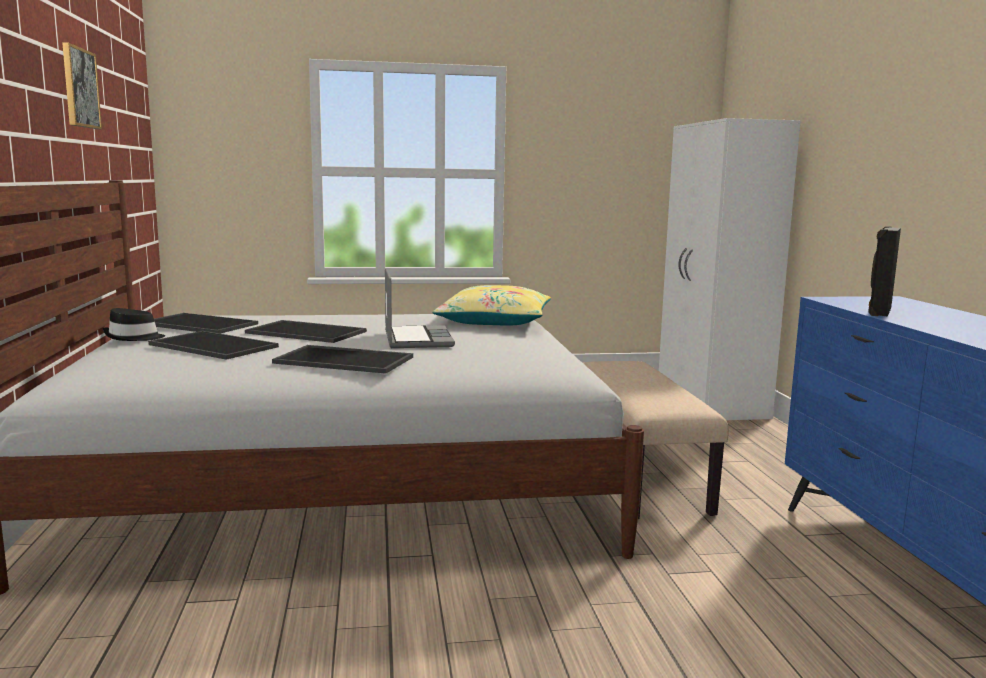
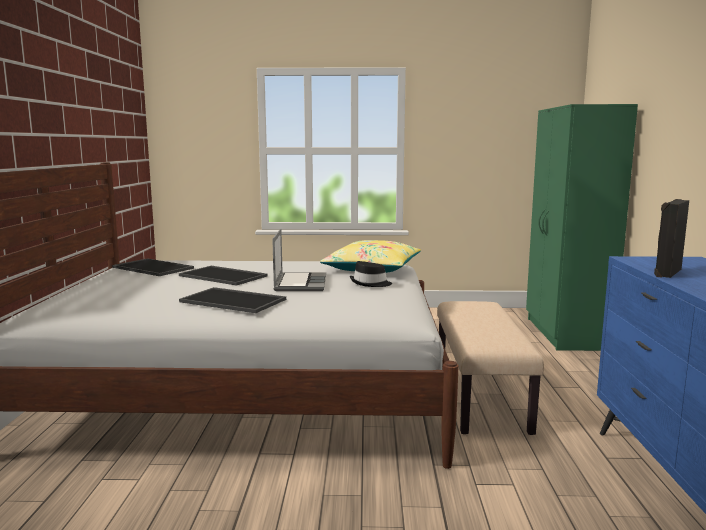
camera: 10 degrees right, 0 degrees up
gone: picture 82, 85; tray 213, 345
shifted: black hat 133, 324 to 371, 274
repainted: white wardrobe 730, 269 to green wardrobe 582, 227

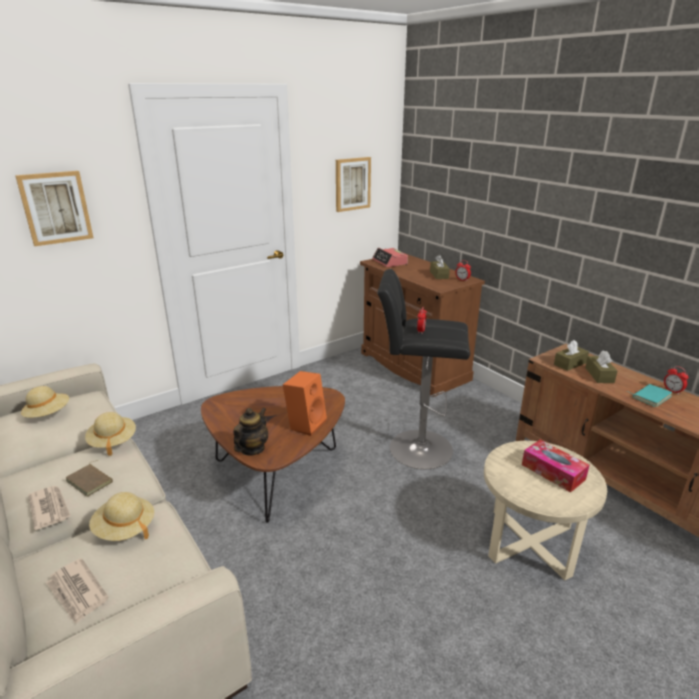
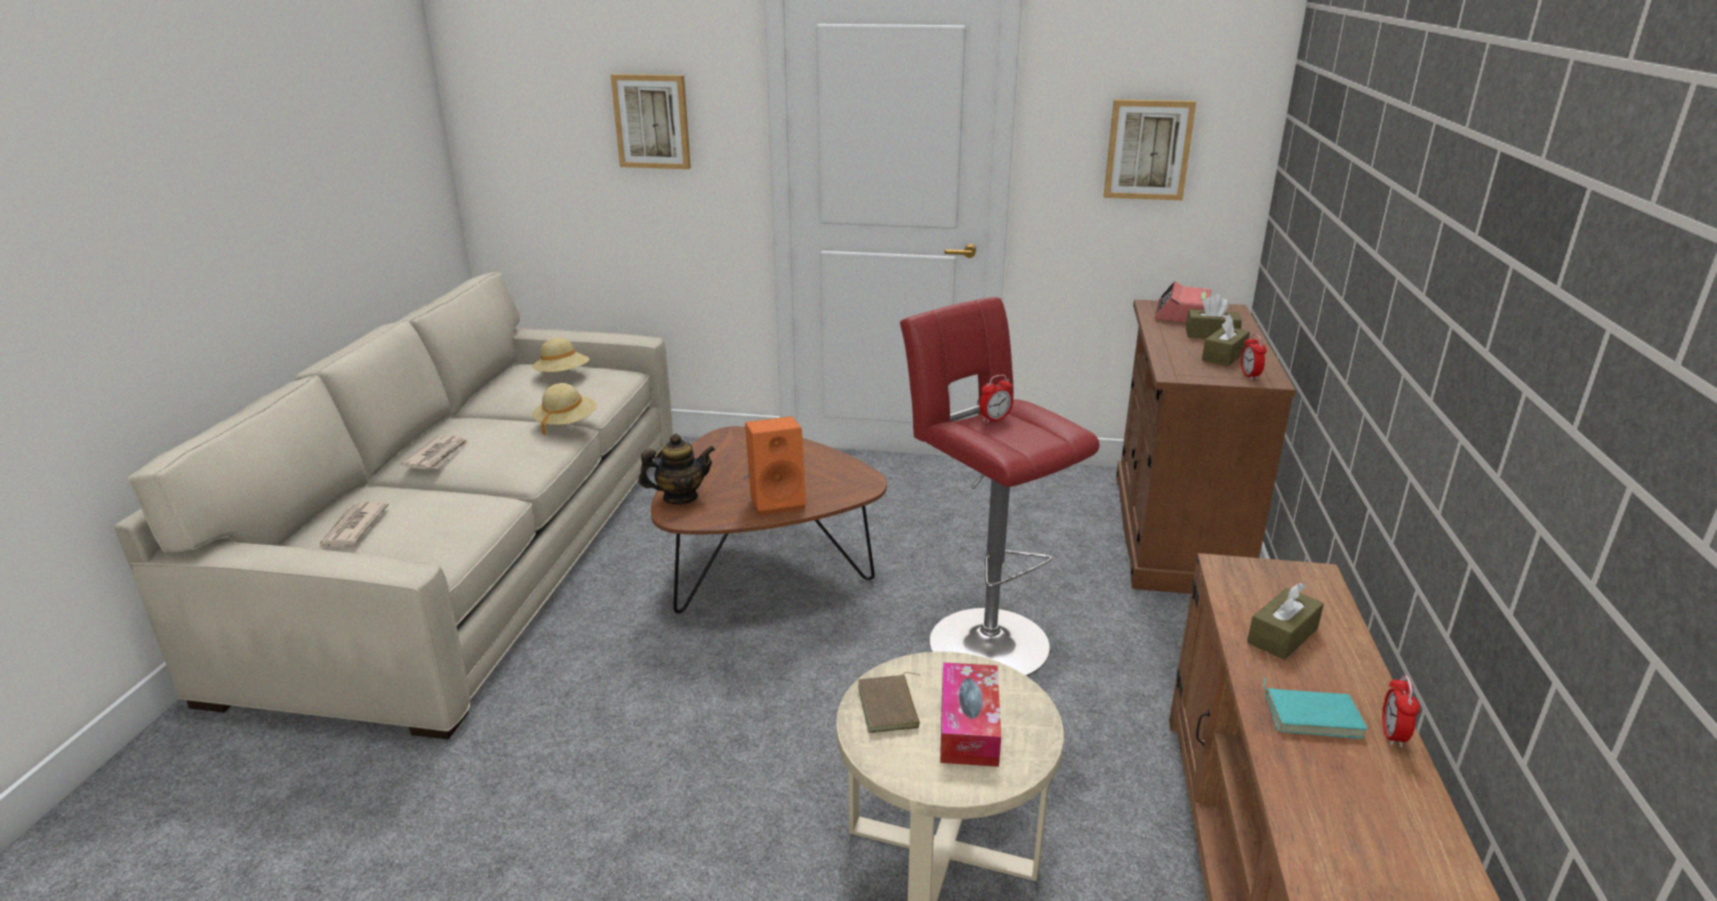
camera: 45 degrees right, 0 degrees up
gone: beige hat 121, 516
shifted: brown tissue box 571, 355 to 1214, 316; brown book 89, 478 to 889, 702
repainted: black stool 423, 369 to red stool 999, 486

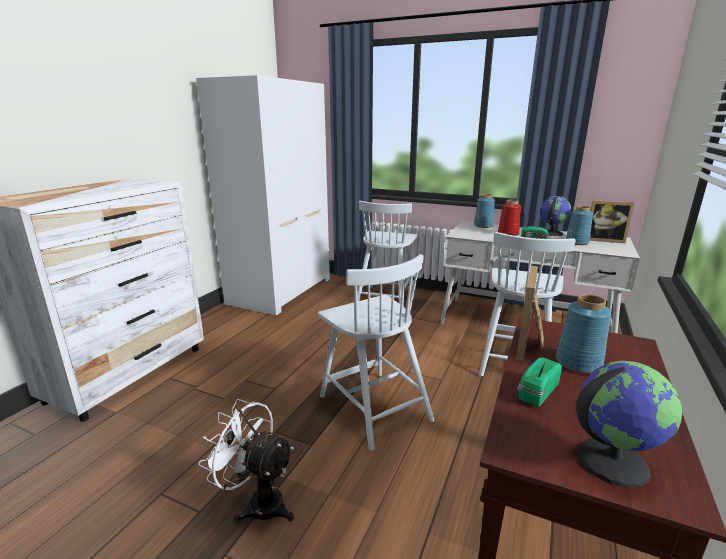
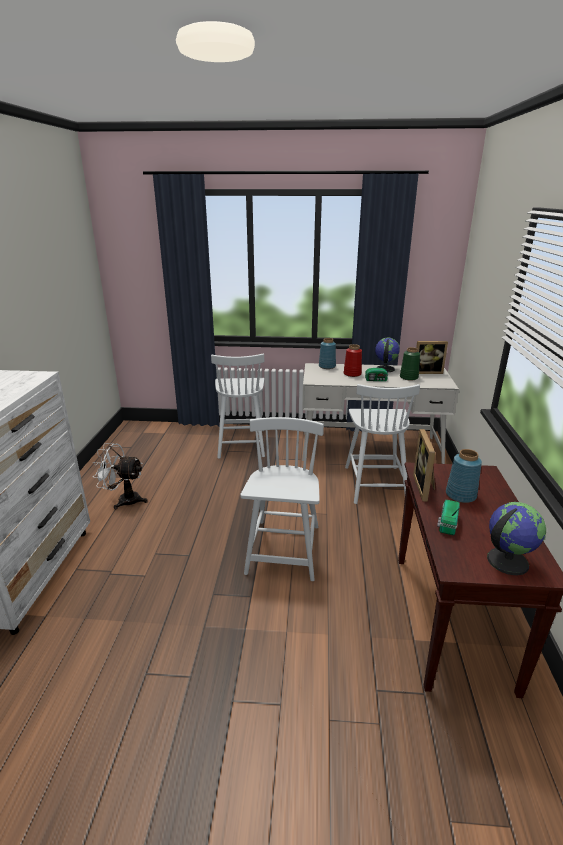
camera: 20 degrees left, 5 degrees up
gone: white wardrobe 263, 195
shifted: white fan 246, 461 to 120, 476
repainted: blue vase 579, 225 to green vase 410, 363
rotated: white chair 376, 352 = 282, 499 120 degrees counterclockwise

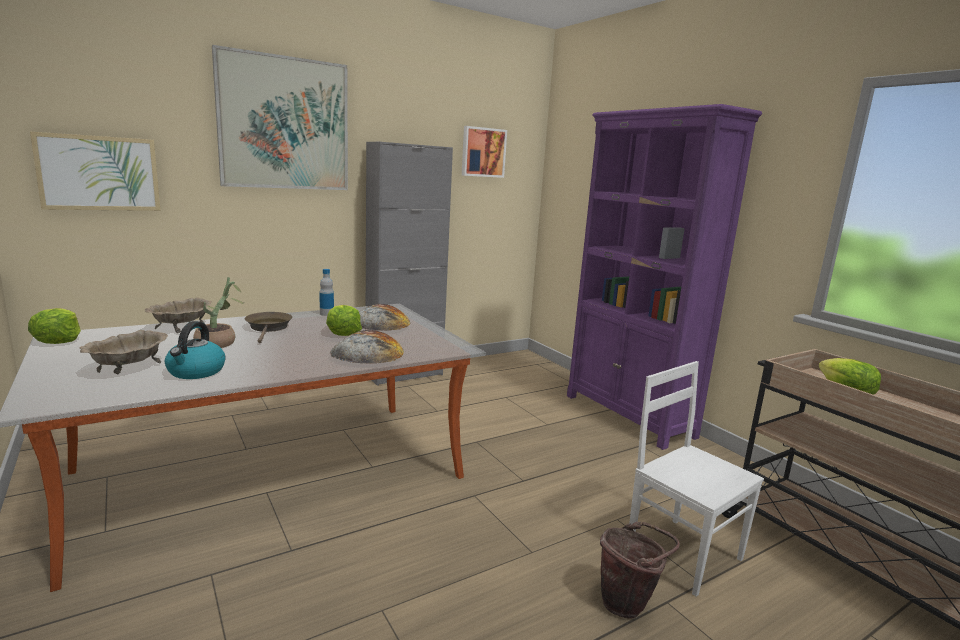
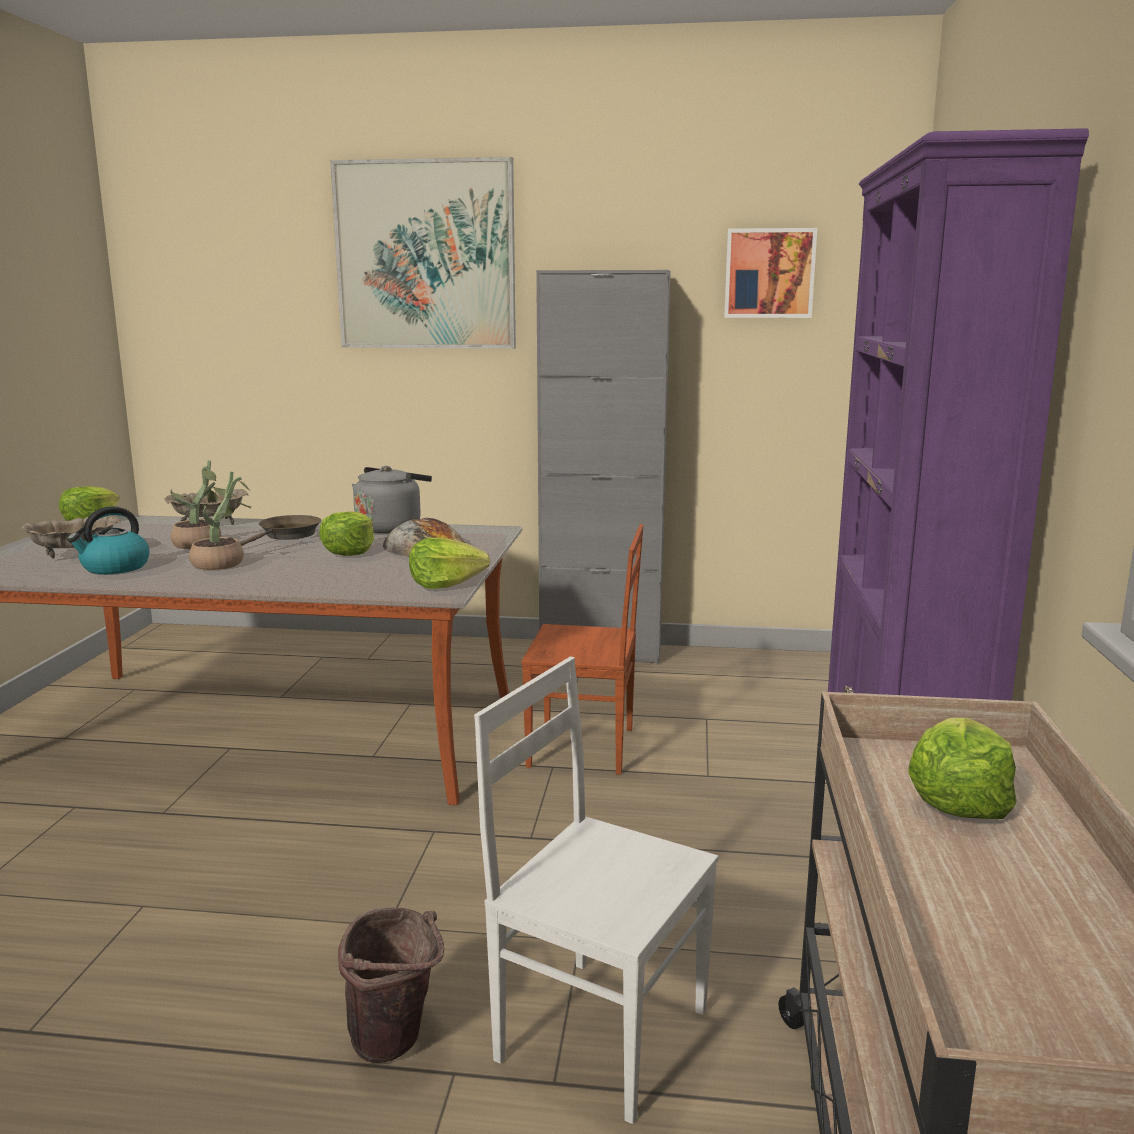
camera: 40 degrees right, 0 degrees up
gone: picture 95, 171; bread 367, 347
new: potted plant 220, 521; brown chair 582, 649; lettuce 449, 563
swapped: bottle 326, 292 to grey kettle 392, 500
rotated: white chair 696, 479 = 596, 890 60 degrees counterclockwise

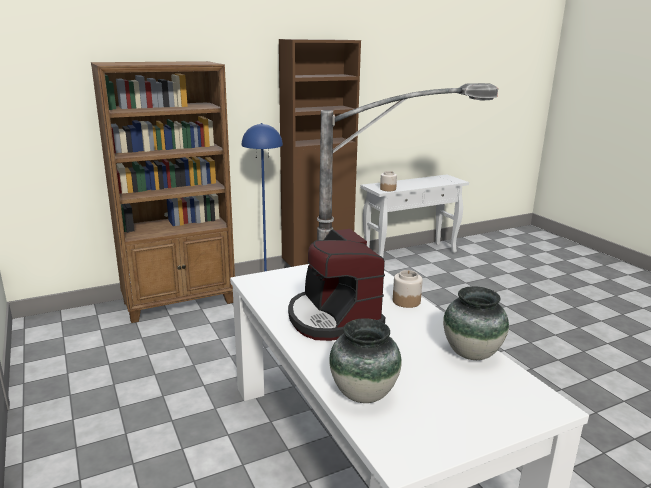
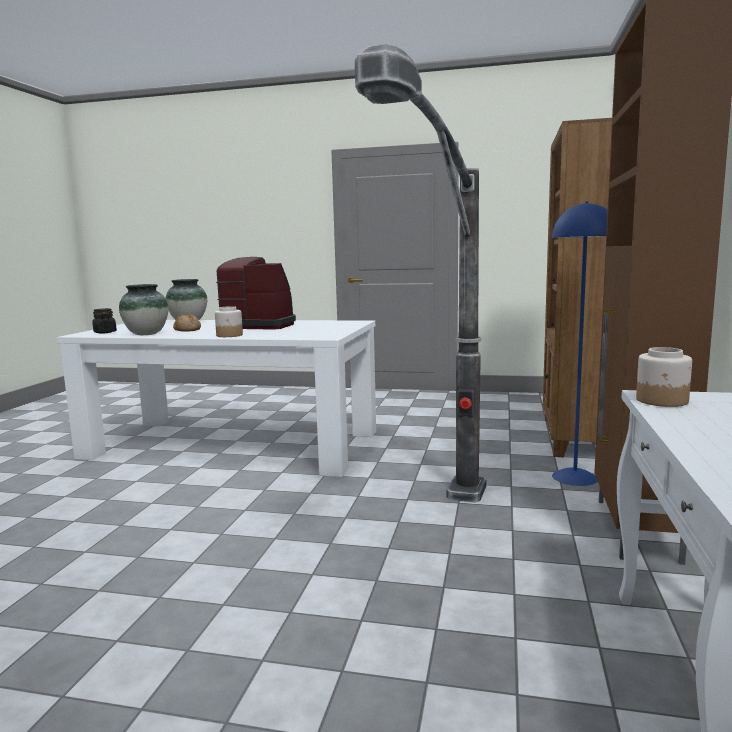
camera: 130 degrees right, 10 degrees down
new: black jar 104, 321; bread 187, 323

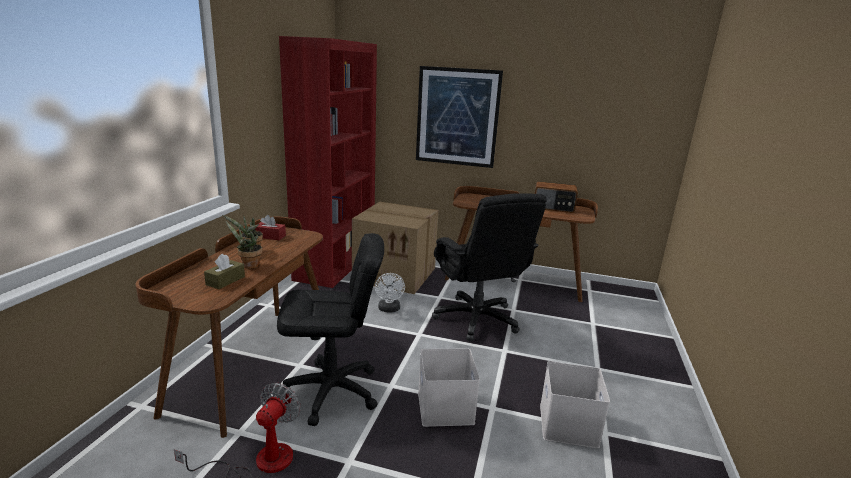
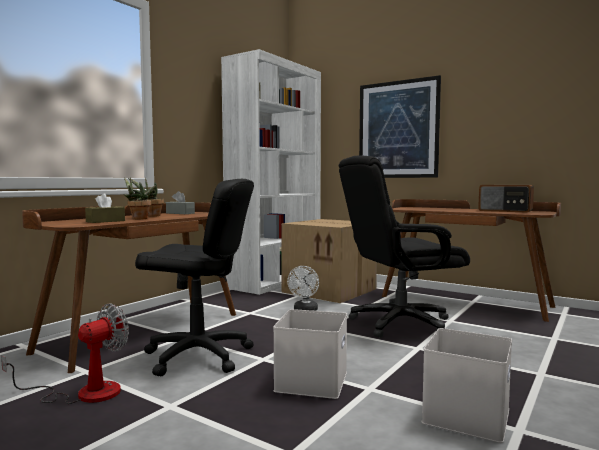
camera: 20 degrees right, 15 degrees down
repainted: red bookcase 328, 162 to white bookcase 271, 172; red tissue box 270, 227 to grey tissue box 180, 202
rotated: black office chair 489, 267 = 404, 247 75 degrees clockwise

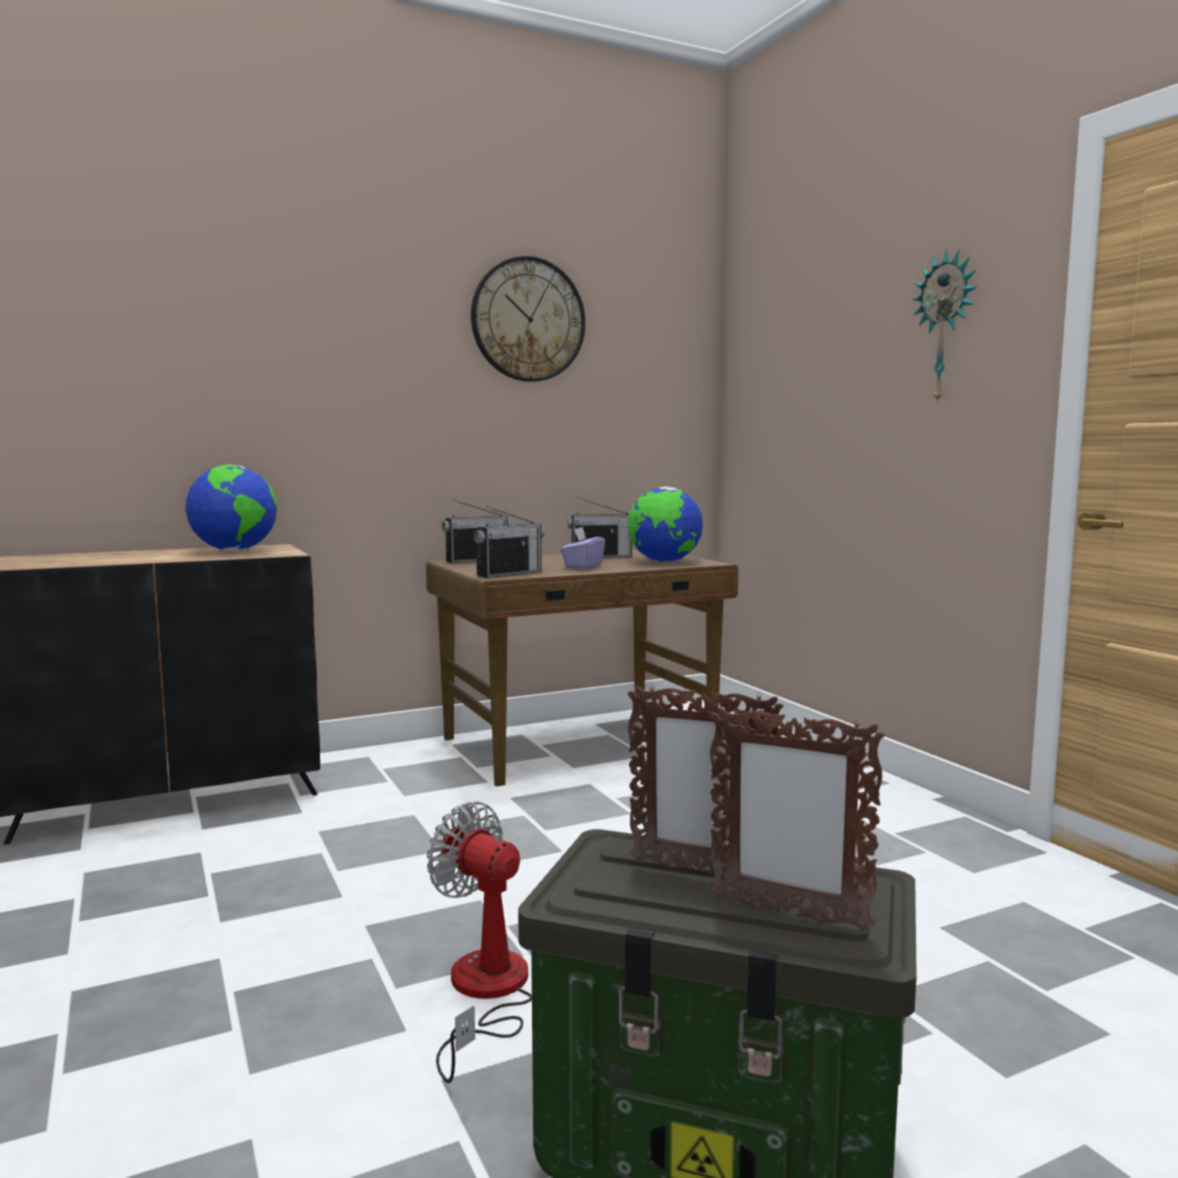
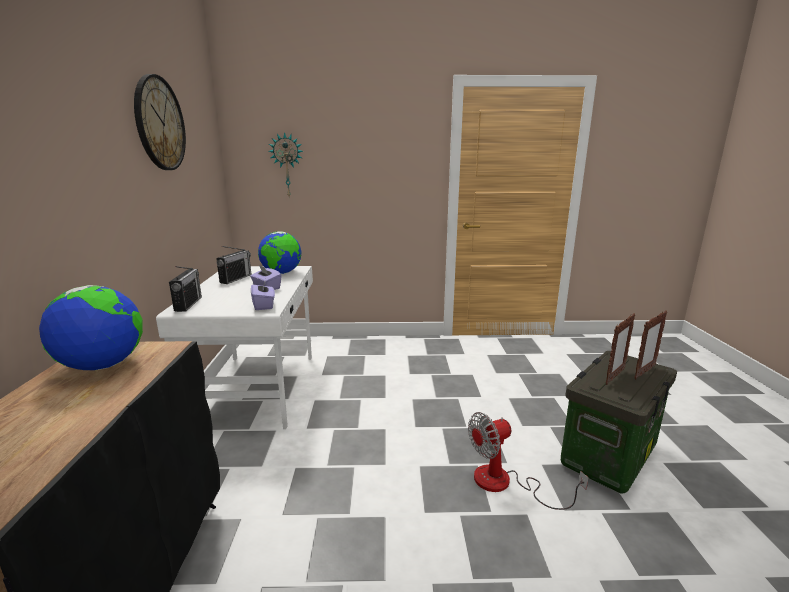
camera: 65 degrees left, 10 degrees up
shifted: wall clock 944, 327 to 286, 164
swapped: radio 509, 542 to purple tissue box 263, 296
repainted: brown desk 582, 668 to white desk 234, 347

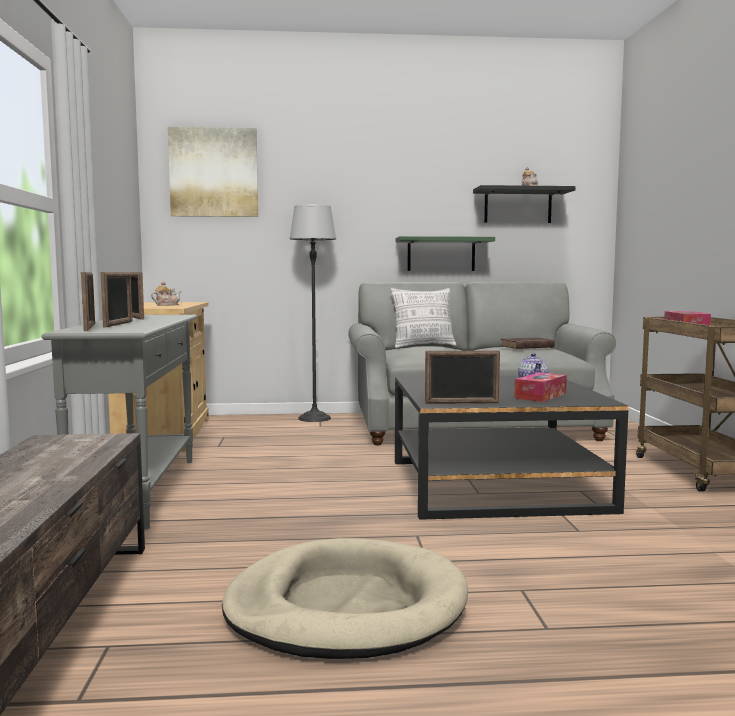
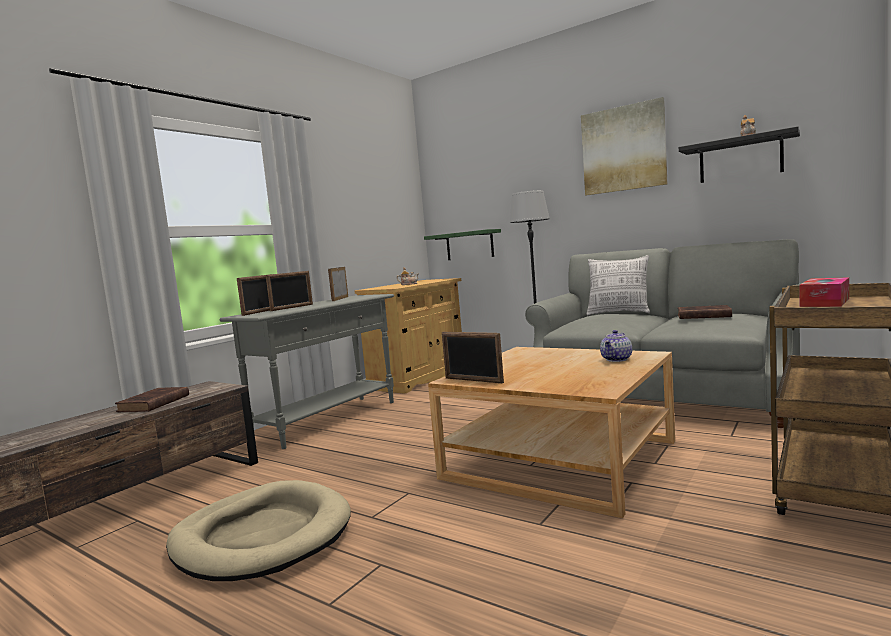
camera: 40 degrees right, 0 degrees up
gone: tissue box 540, 387
new: brown book 152, 399
shifted: picture 213, 172 to 624, 146; green shelf 445, 253 to 462, 244
repainted: black coffee table 511, 447 to beige coffee table 551, 432

